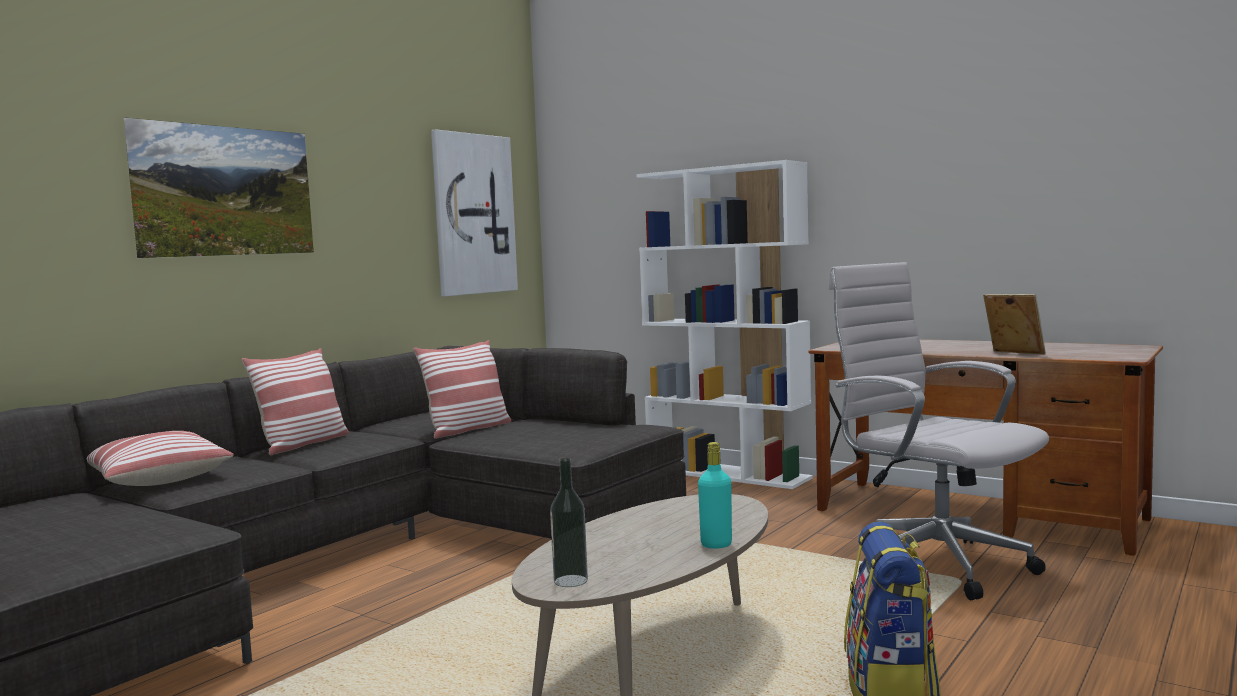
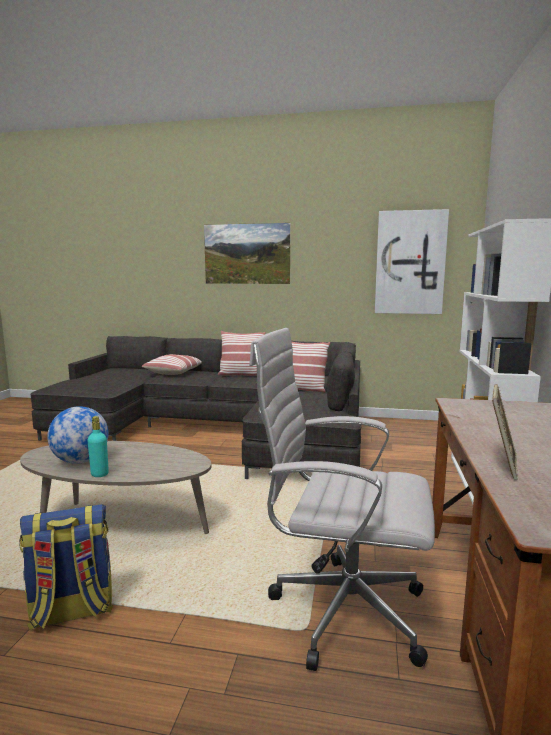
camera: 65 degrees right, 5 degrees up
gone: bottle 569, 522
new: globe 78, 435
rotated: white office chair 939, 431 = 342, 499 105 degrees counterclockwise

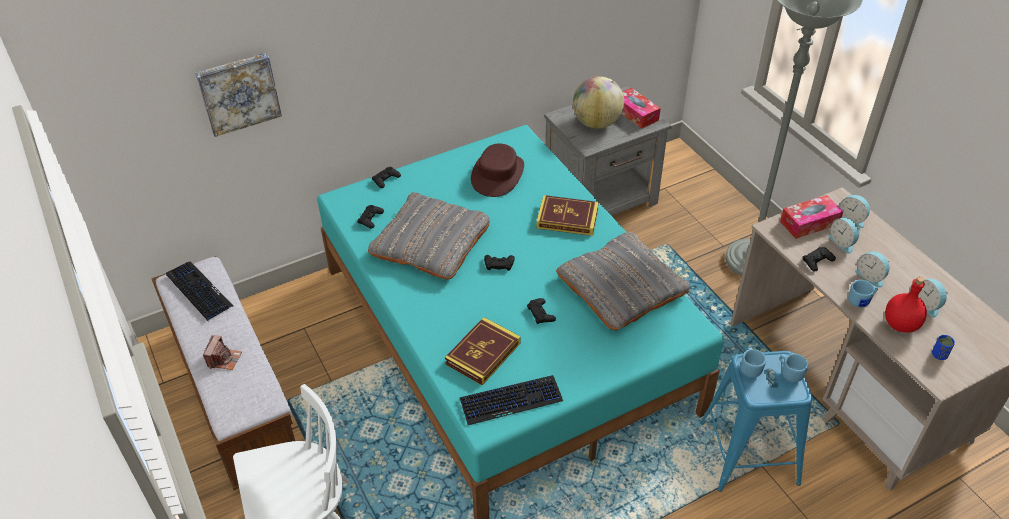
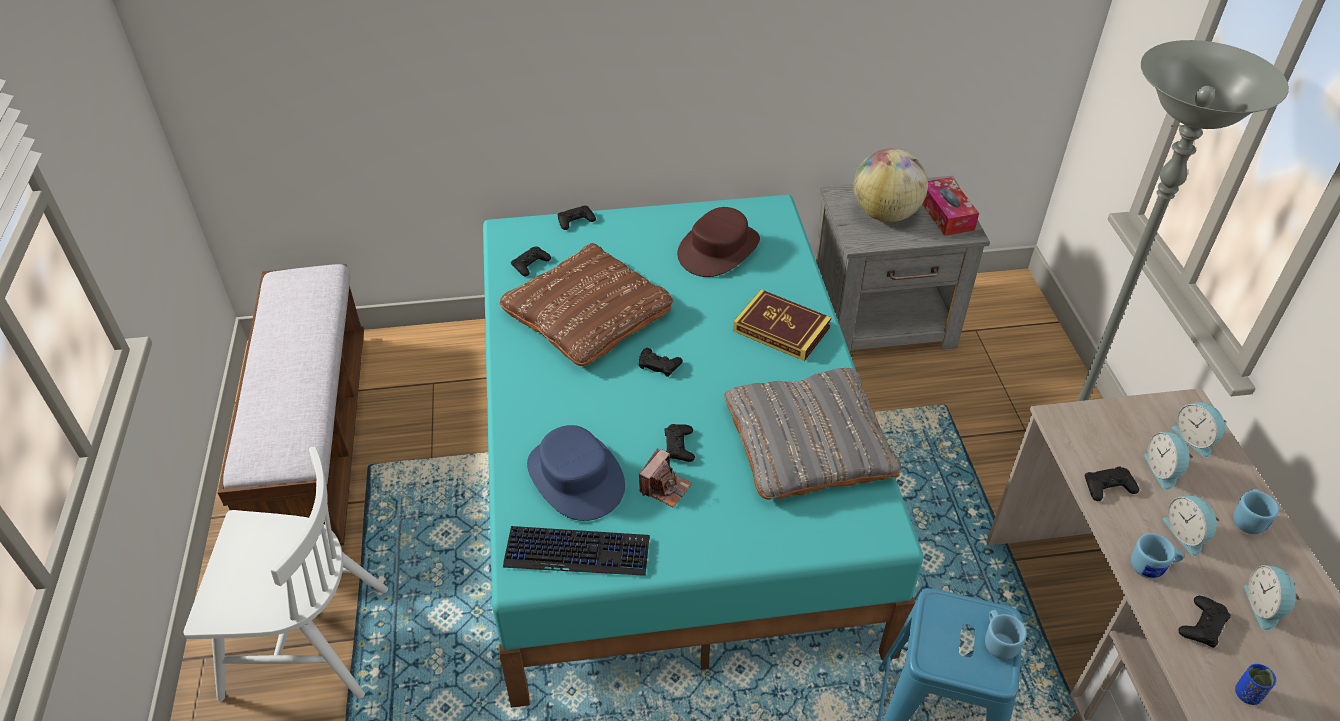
camera: 20 degrees right, 0 degrees up
gone: picture 239, 95; tissue box 812, 217; keyboard 199, 291
shifted: photo camera 222, 352 to 665, 478; blue mug 753, 363 to 1256, 511
swapped: red bottle 906, 305 to black game controller 1205, 622; book 482, 351 to blue hat 576, 473
repainted: grey pillow 429, 235 to brown pillow 586, 304

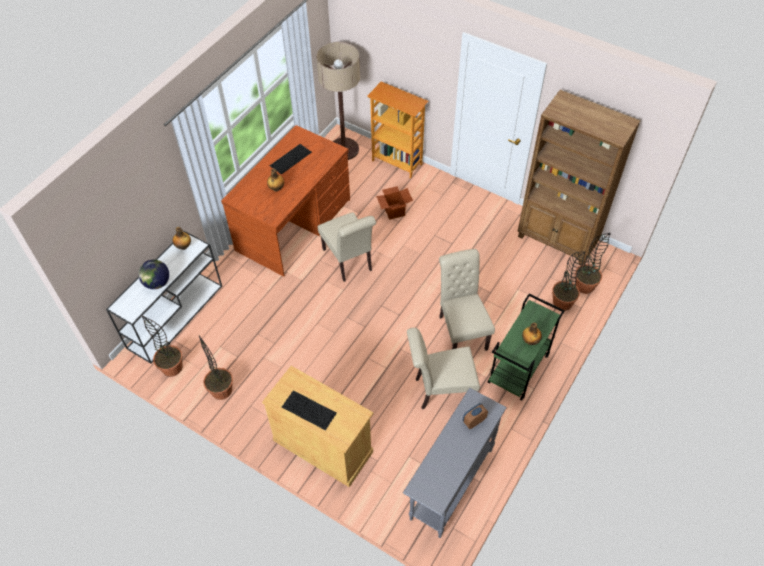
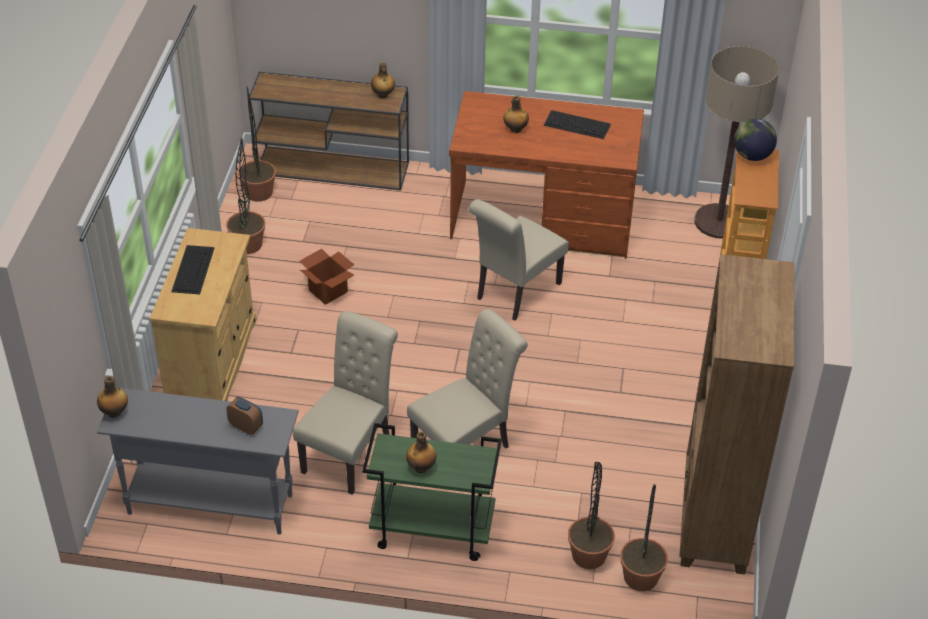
camera: 65 degrees right, 10 degrees down
new: bottle 112, 397
shifted: cardboard box 394, 203 to 327, 277; globe 153, 274 to 755, 140
repainted: white console table 164, 297 to brown console table 329, 131
rotated: beige chair 443, 368 = 345, 403 60 degrees clockwise

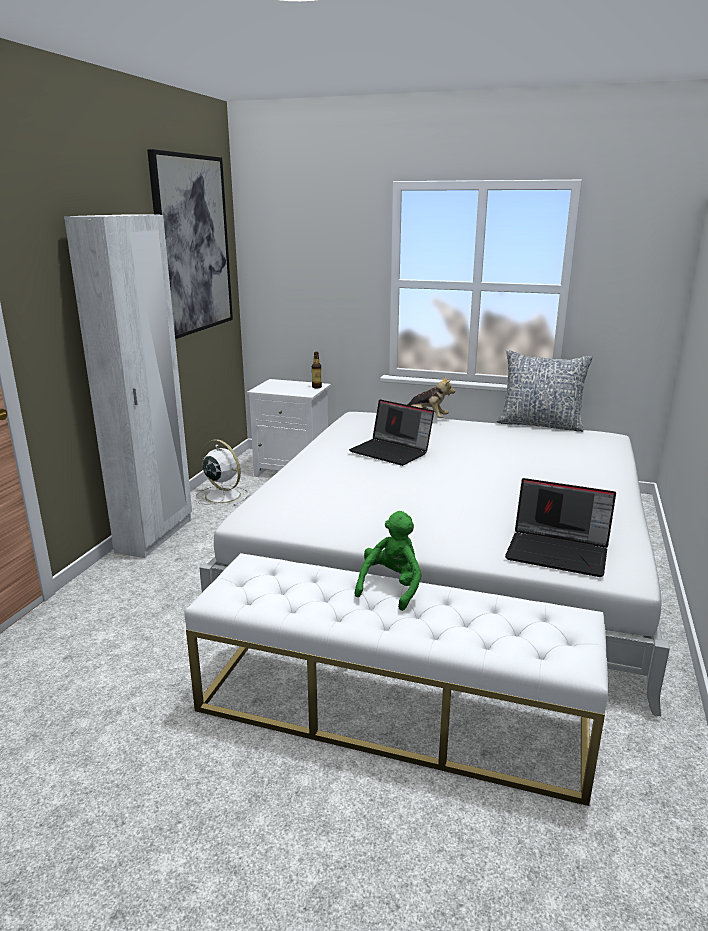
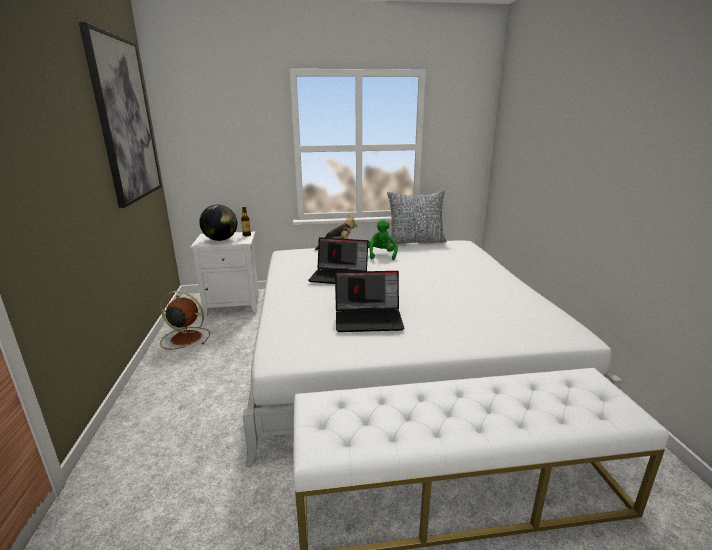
camera: 25 degrees left, 0 degrees up
gone: white wardrobe 128, 386
new: globe 218, 222
shifted: laptop 560, 527 to 369, 301; green plush toy 388, 561 to 383, 239
repainted: white fan 221, 472 to brown fan 185, 320

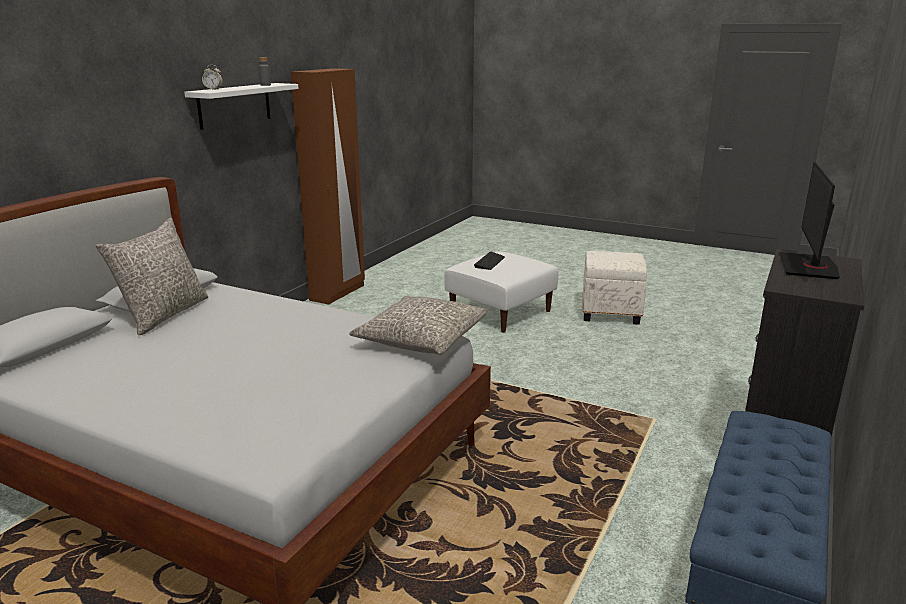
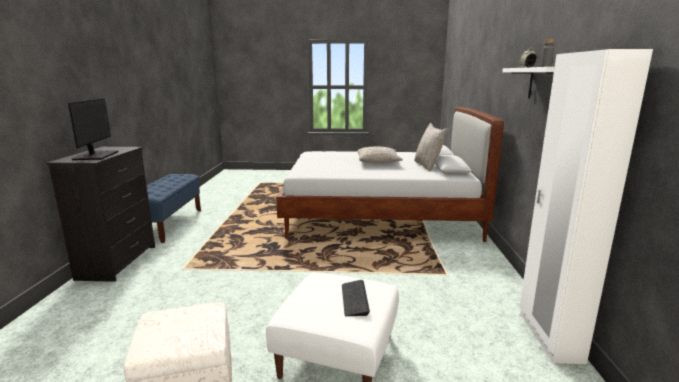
camera: 155 degrees right, 5 degrees down
shifted: grey pillow 418, 325 to 380, 155
repainted: brown wardrobe 328, 186 to white wardrobe 586, 206

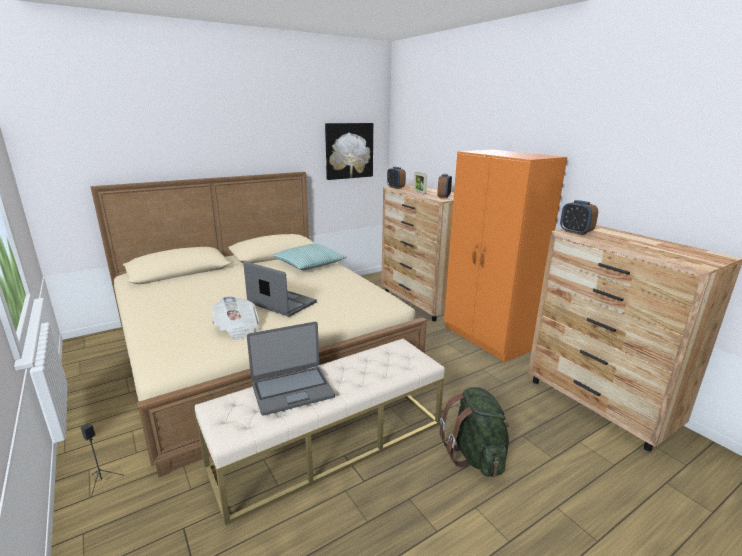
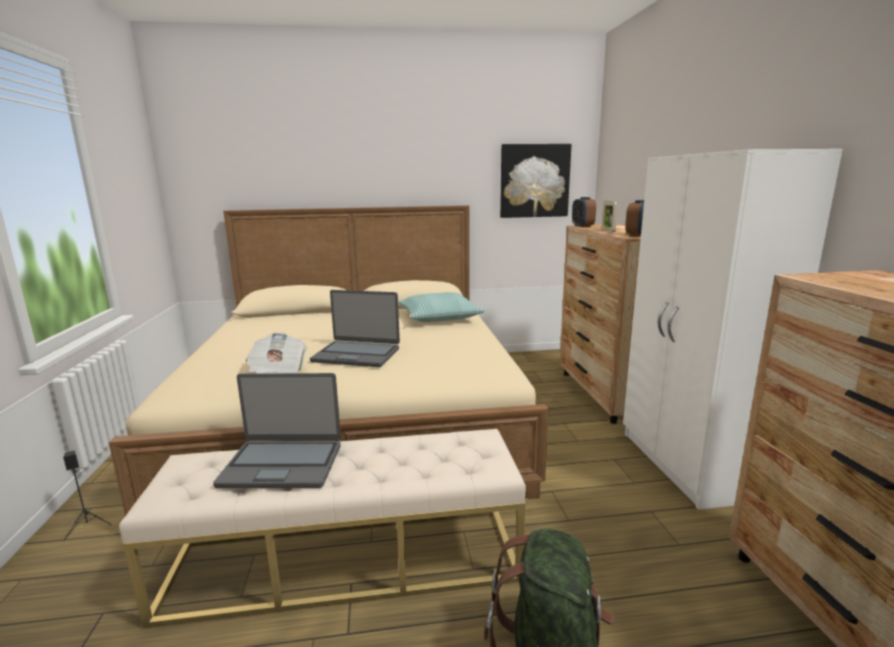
camera: 25 degrees right, 5 degrees down
gone: alarm clock 579, 217
repainted: orange wardrobe 505, 256 to white wardrobe 733, 329
rotated: laptop 280, 289 = 355, 328 135 degrees clockwise

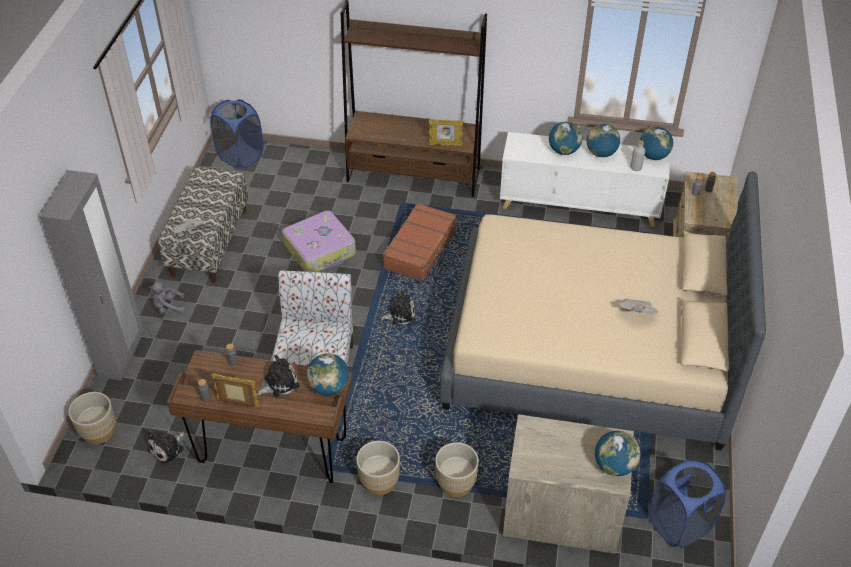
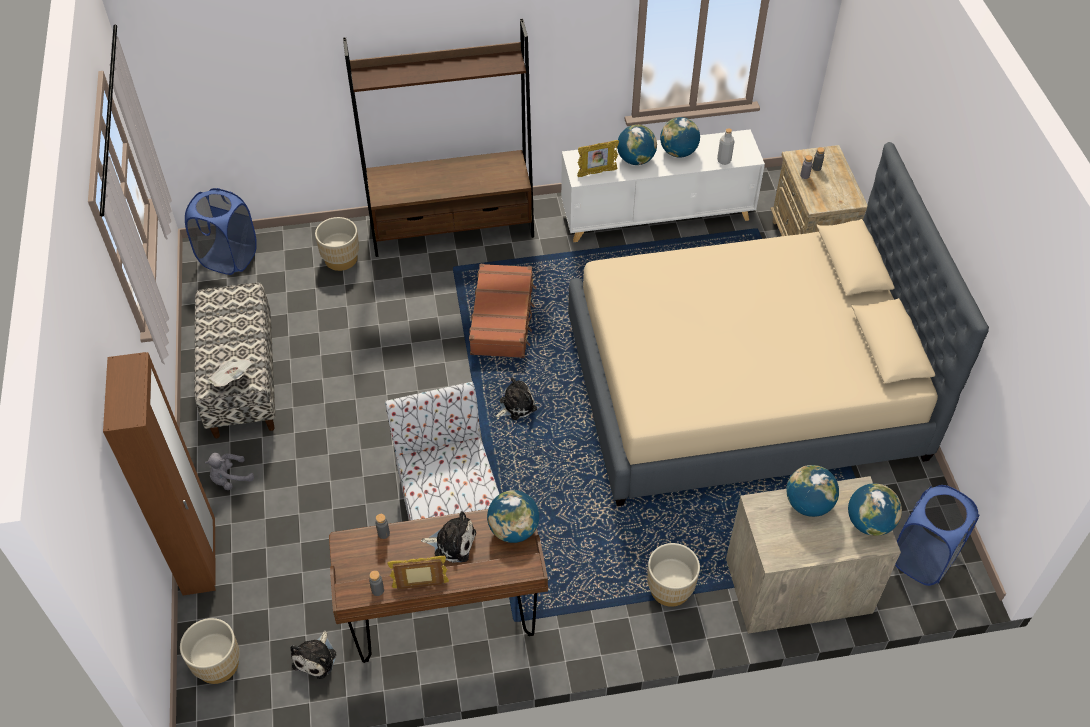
camera: 20 degrees left, 5 degrees up
gone: suitcase 319, 241; newspaper 639, 306
shifted: picture frame 446, 132 to 598, 158; globe 656, 143 to 812, 491; beige planter 378, 468 to 337, 244
repainted: grey wardrobe 91, 275 to brown wardrobe 159, 473
rotated: plush toy 278, 376 = 448, 537 60 degrees clockwise

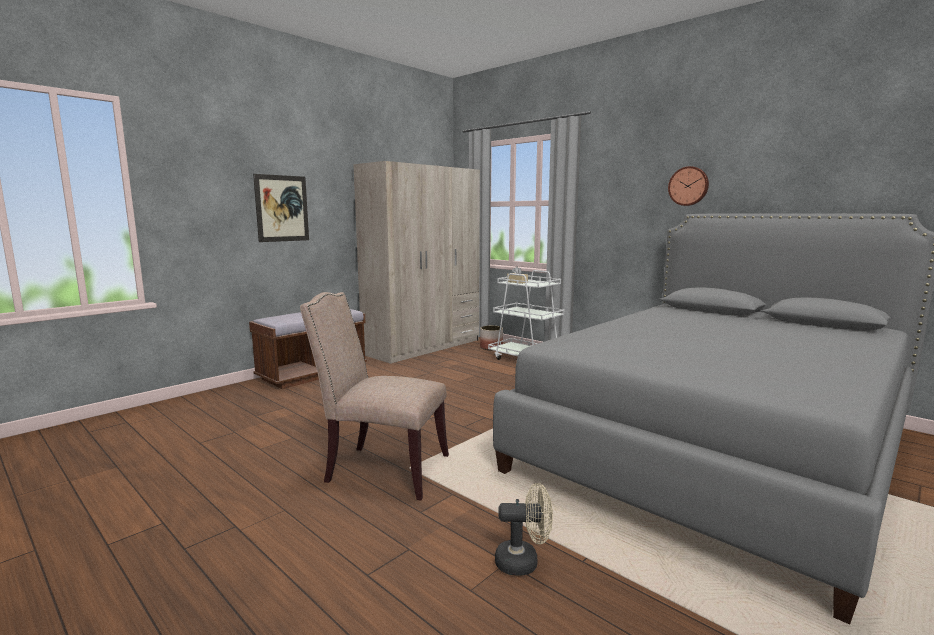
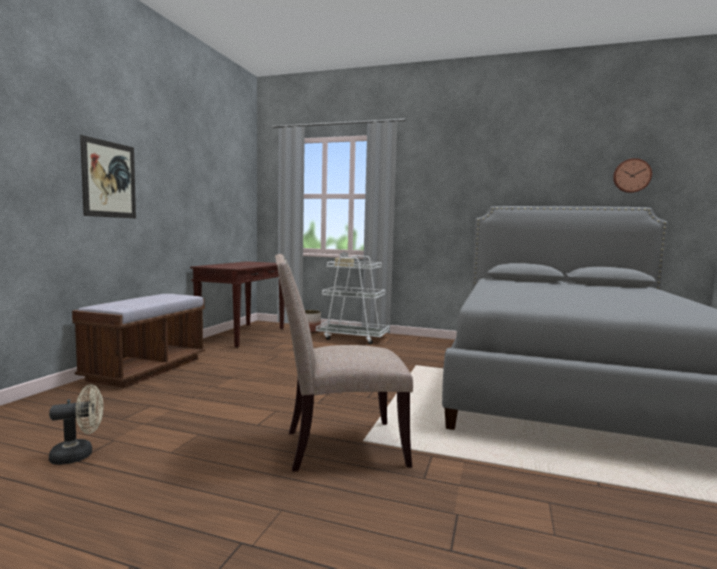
camera: 25 degrees left, 5 degrees down
shifted: wall clock 688, 186 to 632, 175; beige fan 524, 529 to 76, 424
swapped: beige wardrobe 416, 262 to brown console table 237, 304

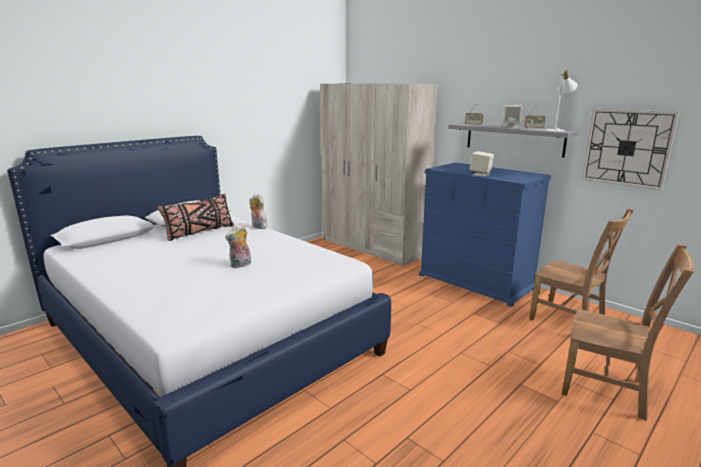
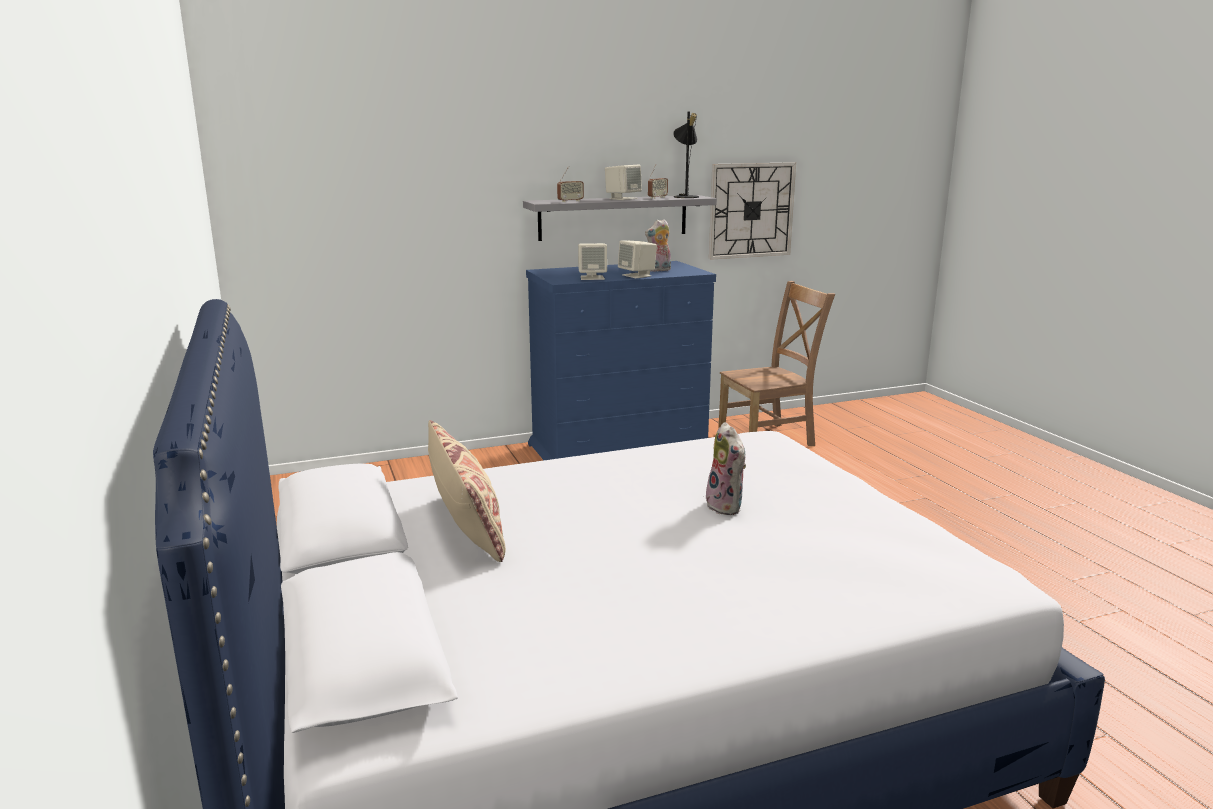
camera: 65 degrees left, 0 degrees up
gone: beige wardrobe 379, 175; brown chair 628, 332
new: beige speaker 592, 261
shifted: plush toy 258, 211 to 658, 245
repainted: white table lamp 561, 100 to black table lamp 686, 155; black pillow 196, 217 to beige pillow 467, 491

